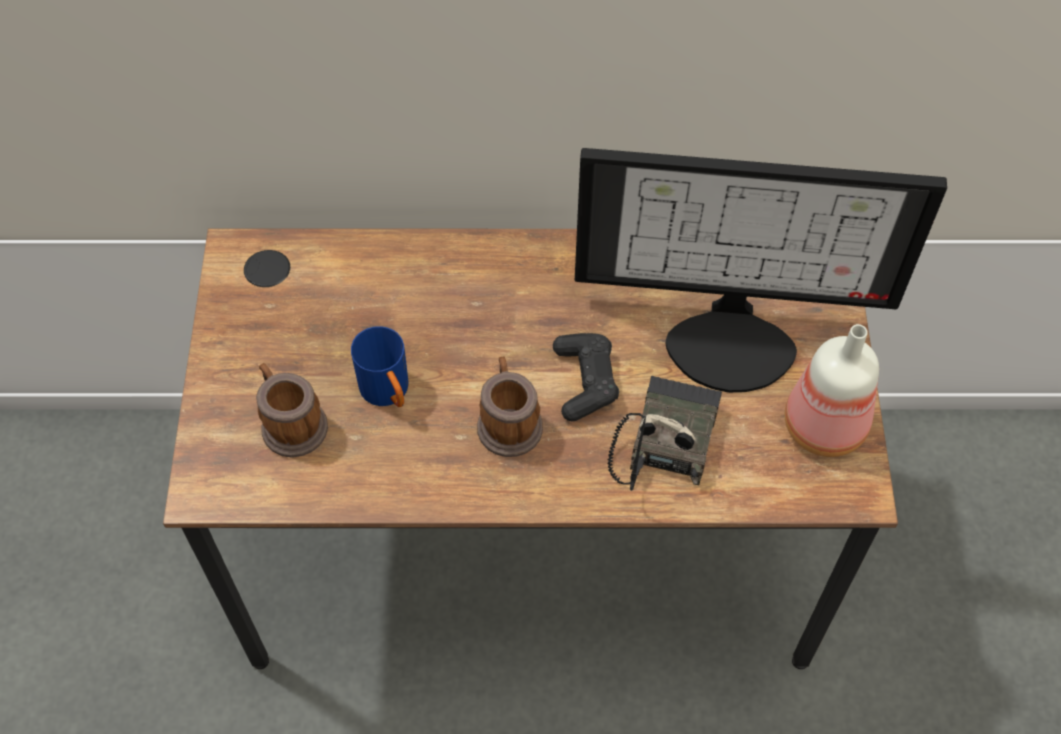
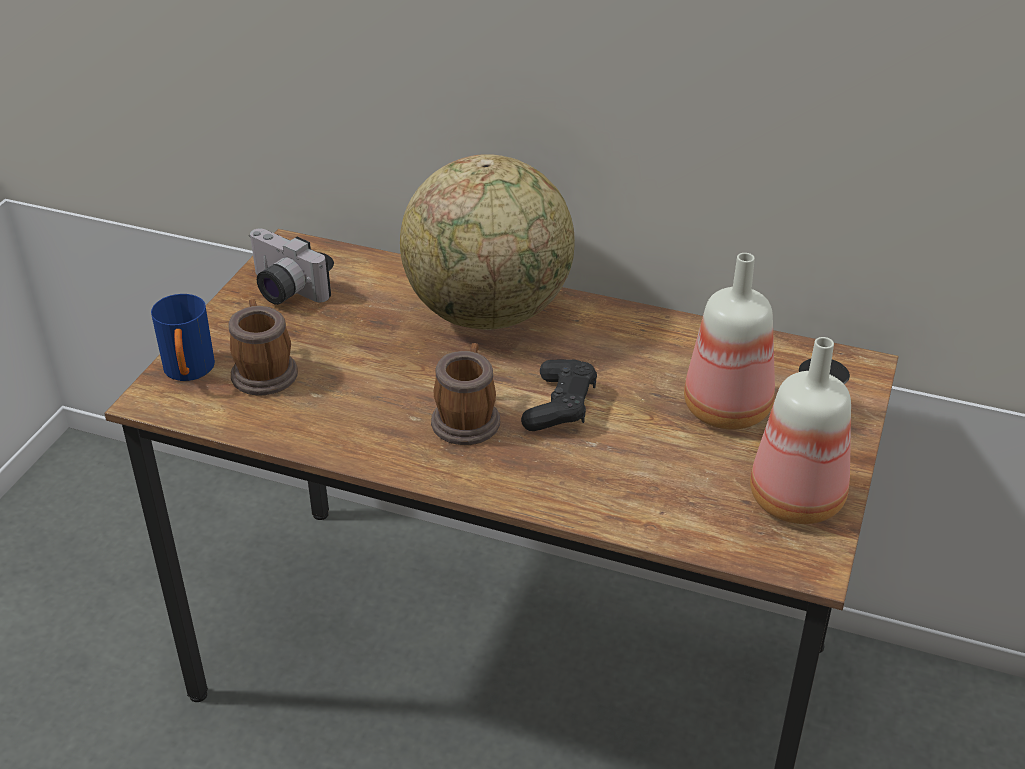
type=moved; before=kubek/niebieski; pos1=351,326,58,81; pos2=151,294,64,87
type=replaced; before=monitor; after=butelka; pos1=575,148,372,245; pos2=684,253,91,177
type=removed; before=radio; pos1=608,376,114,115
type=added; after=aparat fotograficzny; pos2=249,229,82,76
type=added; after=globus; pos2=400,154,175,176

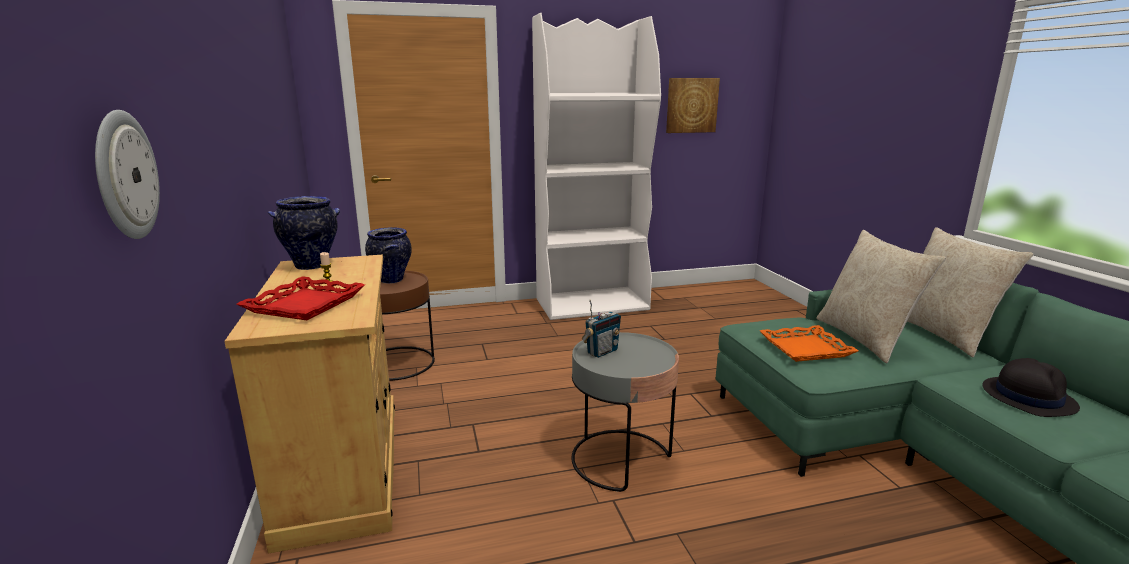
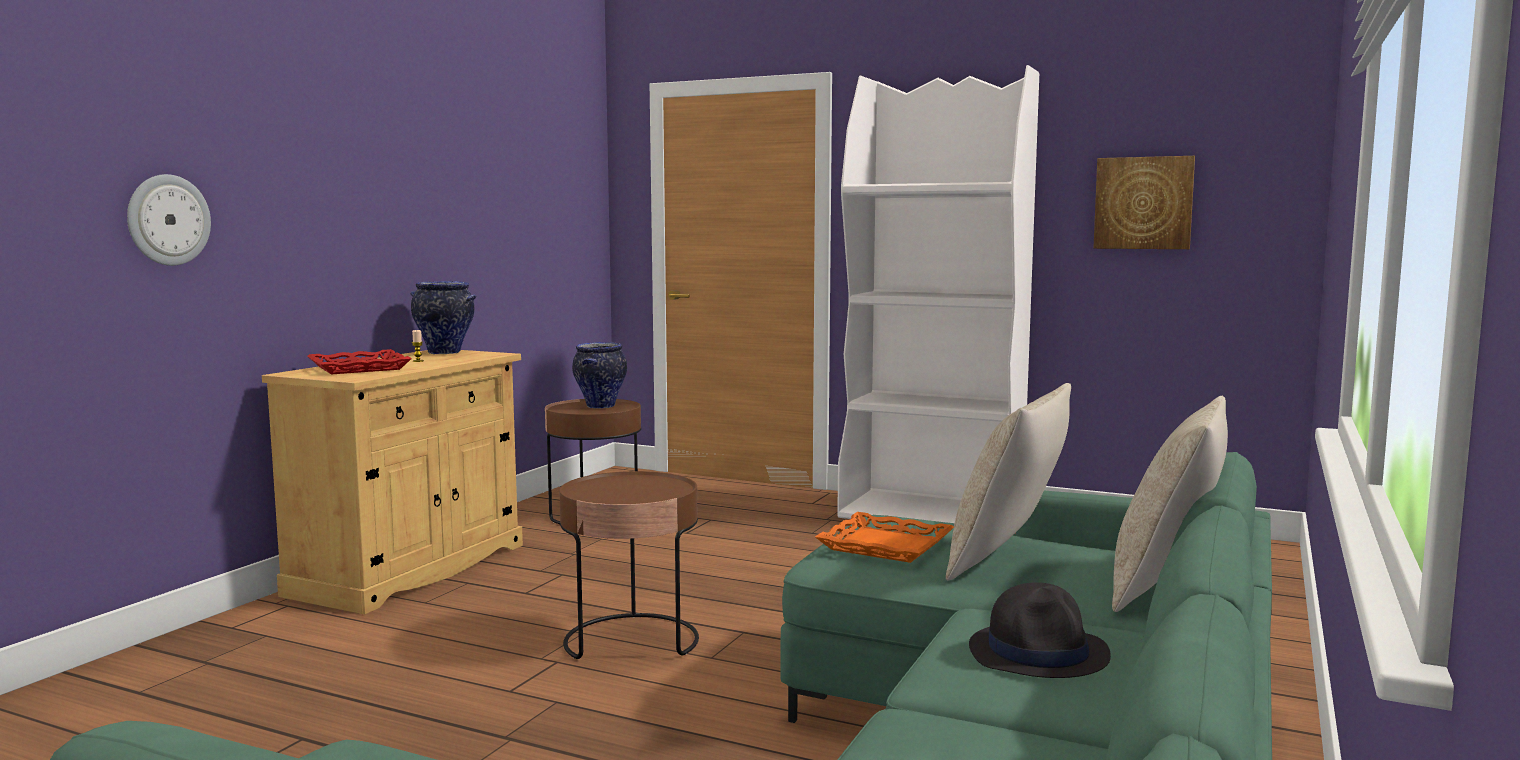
type=recoloured; before=stolik/szary; after=stolik/brązowy; pos1=571,332,108,160; pos2=560,471,139,188
type=removed; before=radio; pos1=582,300,39,58

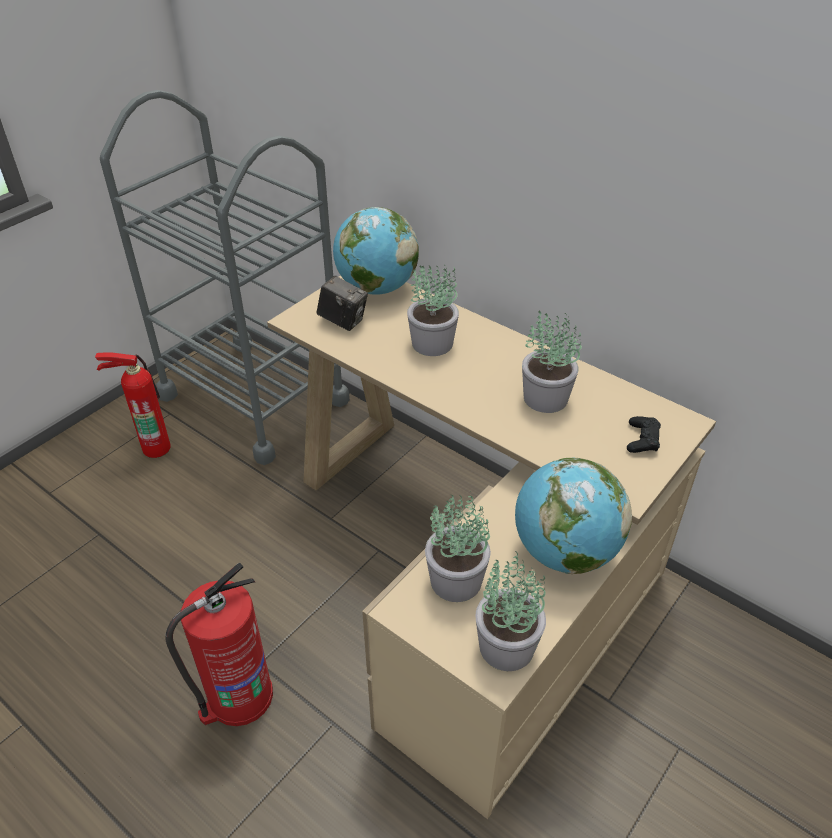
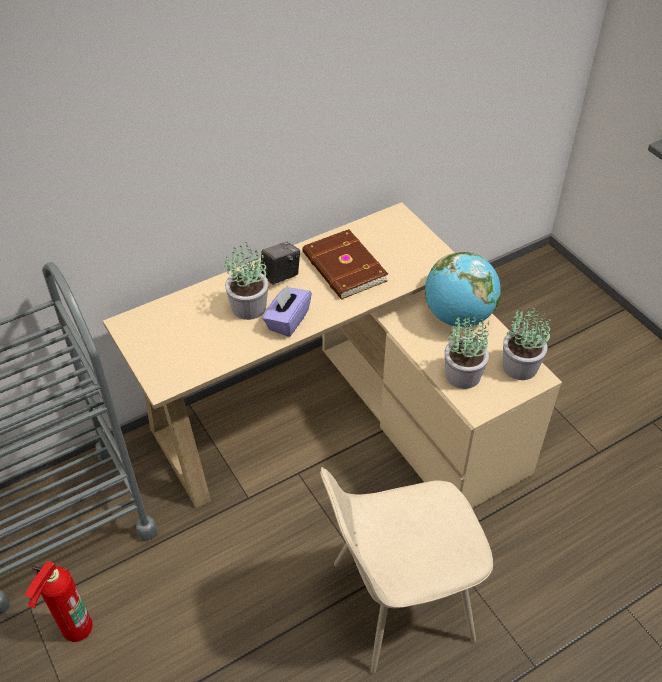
type=replaced; before=gaśnica; after=krzesło/beżowy; pos1=165,562,108,164; pos2=320,467,173,207
type=moved; before=aparat fotograficzny; pos1=316,276,52,55; pos2=260,241,40,44
type=removed; before=globus; pos1=333,207,86,88
type=replaced; before=roślina doniczkowa; after=książka/brązowy; pos1=522,311,60,102; pos2=302,229,86,70
type=removed; before=pad do gier/czarny; pos1=627,416,34,37
type=added; after=pudełko chusteczek/fioletowy; pos2=262,285,50,52

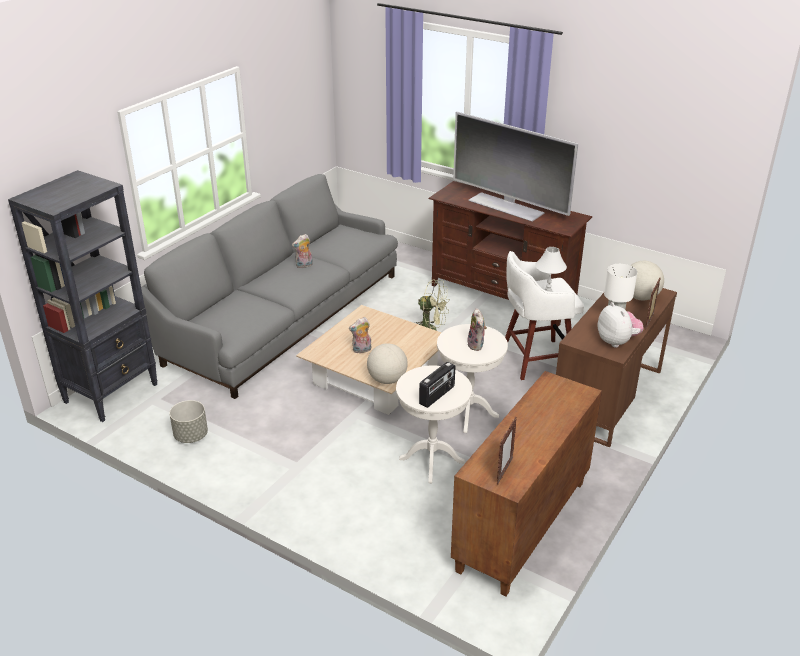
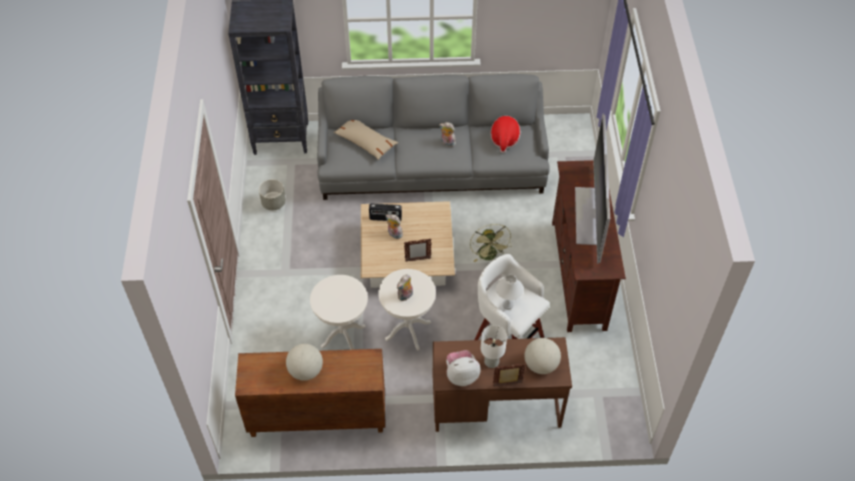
type=moved; before=globus; pos1=367,343,41,41; pos2=286,344,37,37
type=moved; before=radio; pos1=419,362,36,46; pos2=369,203,33,18
type=moved; before=ramka na zdjęcie; pos1=497,417,20,67; pos2=404,239,28,23
type=turned; before=pluszak; pos1=597,302,47,46; pos2=446,350,35,36; turn=-135
type=added; after=poduszka/beżowy; pos2=333,120,65,40
type=added; after=kapelusz; pos2=490,116,31,37

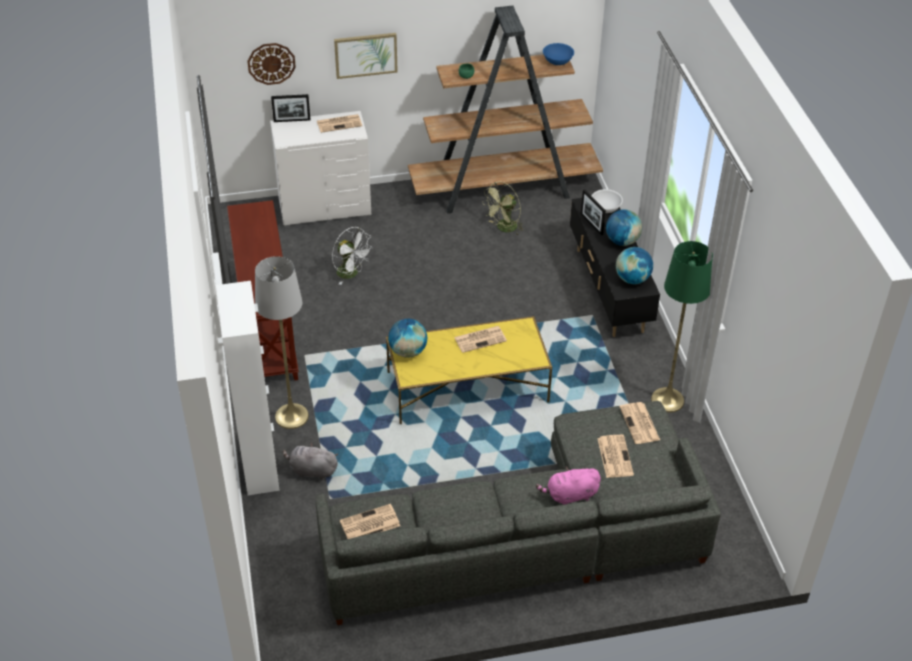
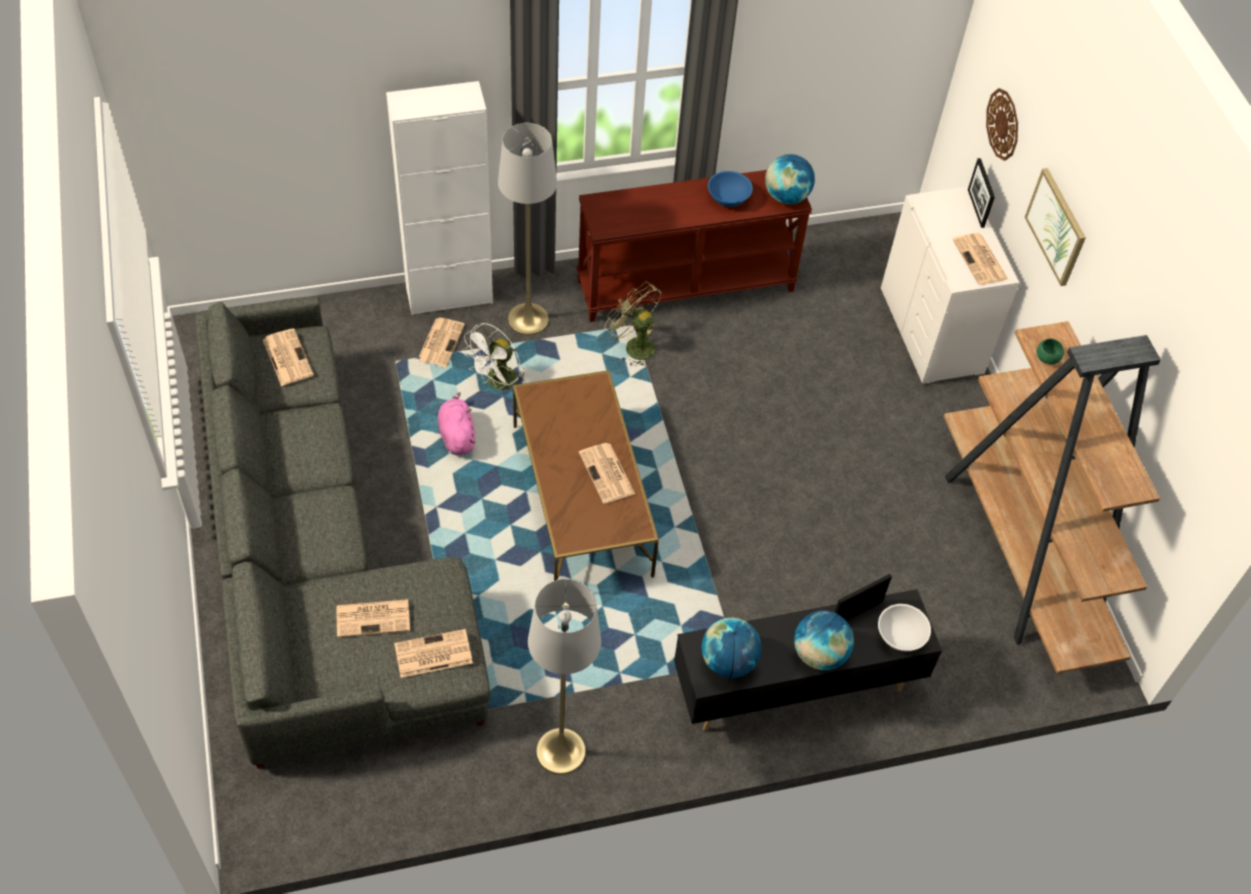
type=replaced; before=pluszak/szary; after=gazeta; pos1=283,442,55,38; pos2=419,318,46,51
type=moved; before=wentylator/biały; pos1=332,227,41,58; pos2=462,323,63,67
type=recoloured; before=ława/żółty; after=ława/brązowy; pos1=386,316,166,108; pos2=513,370,146,211
type=moved; before=globus; pos1=388,319,39,39; pos2=765,154,50,50
type=moved; before=wentylator/zielony; pos1=482,181,41,54; pos2=604,282,58,85
type=moved; before=pluszak/różowy; pos1=536,466,65,39; pos2=438,392,38,63
type=moved; before=miska/niebieski; pos1=543,43,31,22; pos2=708,171,45,36
type=recoloured; before=lampa stojąca/zielony; after=lampa stojąca/szary; pos1=651,241,62,172; pos2=528,579,73,196

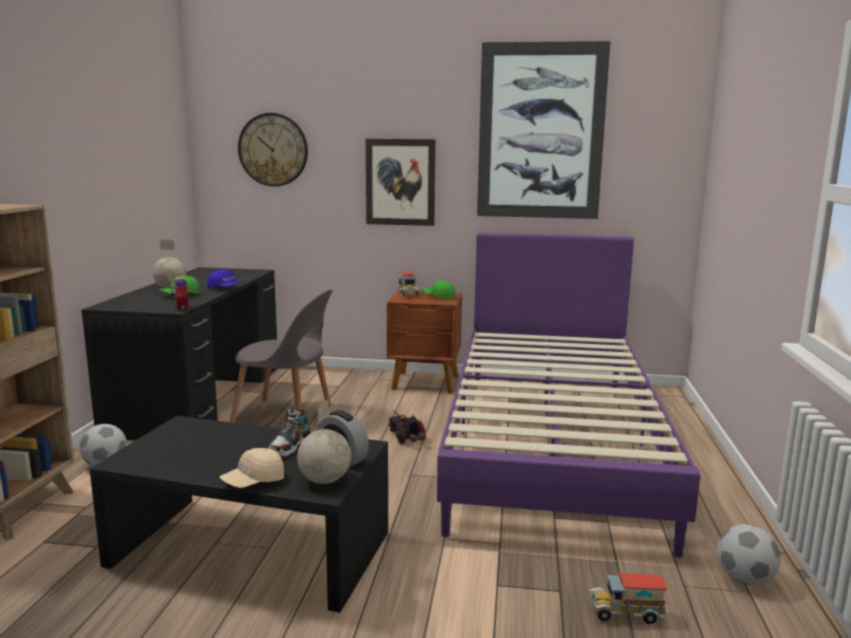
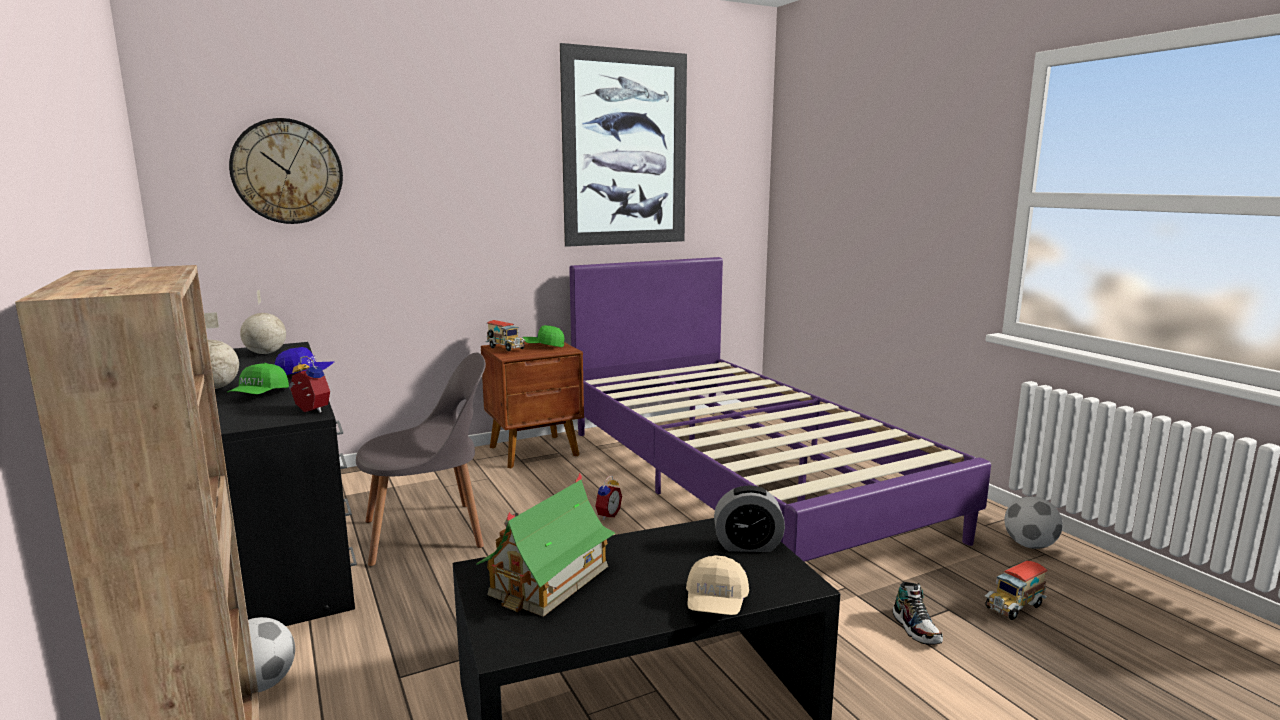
type=moved; before=but; pos1=268,408,42,49; pos2=893,582,50,63
type=moved; before=globus; pos1=297,399,54,85; pos2=240,289,46,65
type=removed; before=obraz; pos1=366,139,70,87
type=replaced; before=ciężarówka zabawkowa; after=budzik; pos1=388,411,38,33; pos2=595,476,27,44
type=added; after=domek; pos2=476,473,140,144

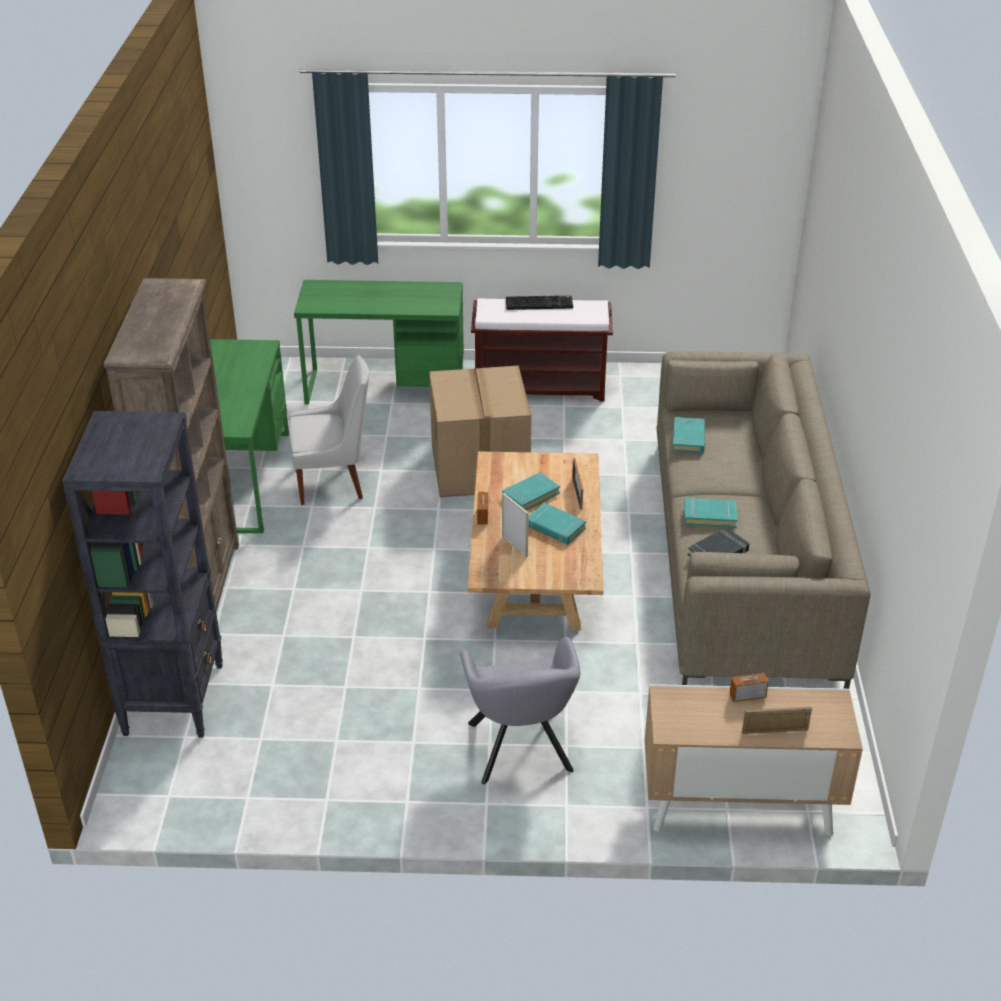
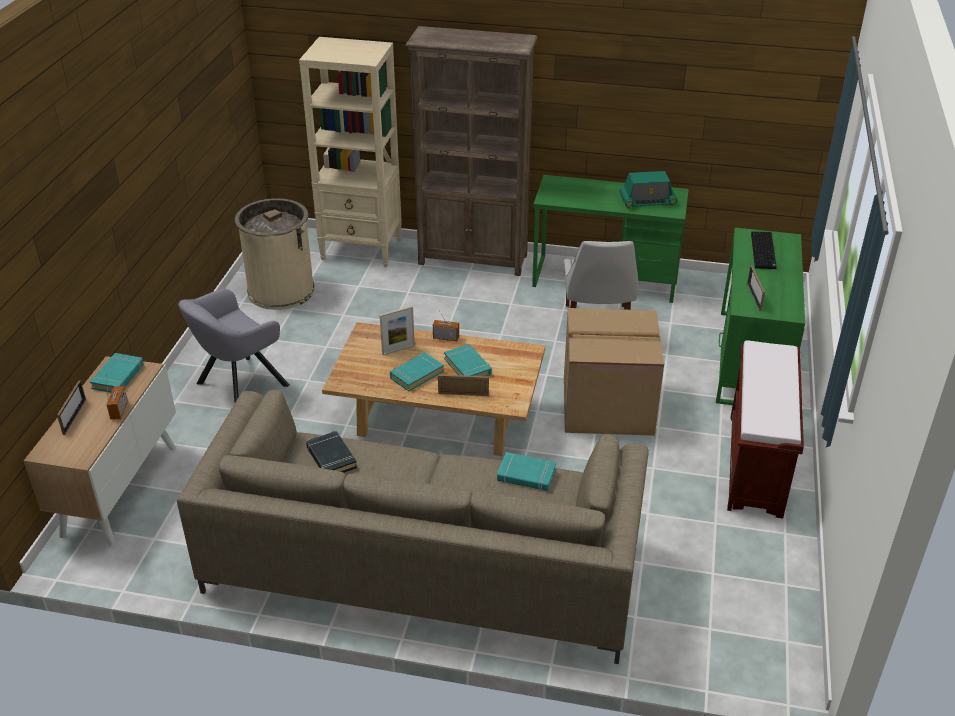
type=recoloured; before=regał/czarny; after=regał/beżowy; pos1=62,411,161,327; pos2=299,37,103,230
type=turned; before=fotel/szary; pos1=460,637,120,147; pos2=178,289,112,114; turn=-45
type=moved; before=klawiatura; pos1=506,296,67,14; pos2=751,231,25,38
type=moved; before=książka/turkusowy; pos1=684,497,53,31; pos2=90,353,54,39
type=added; after=kosz na śmieci/beżowy; pos2=235,198,80,112
type=added; after=radio; pos2=619,171,58,37
type=added; after=ramka na zdjęcie; pos2=747,265,18,46

